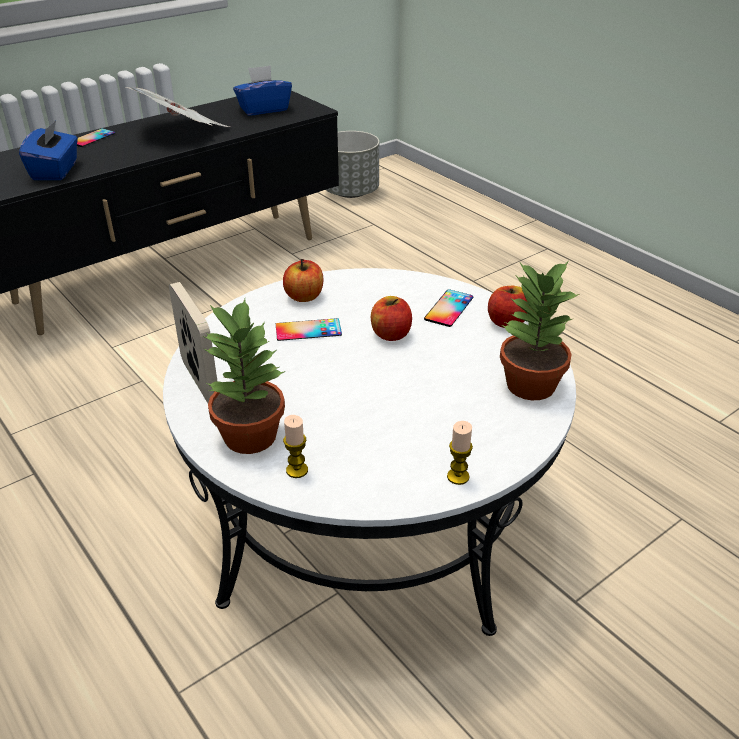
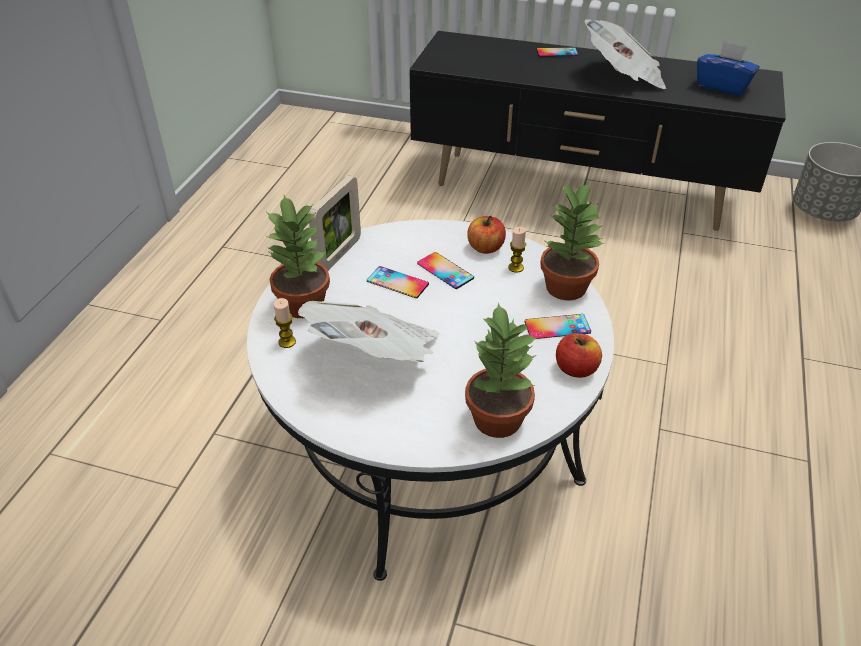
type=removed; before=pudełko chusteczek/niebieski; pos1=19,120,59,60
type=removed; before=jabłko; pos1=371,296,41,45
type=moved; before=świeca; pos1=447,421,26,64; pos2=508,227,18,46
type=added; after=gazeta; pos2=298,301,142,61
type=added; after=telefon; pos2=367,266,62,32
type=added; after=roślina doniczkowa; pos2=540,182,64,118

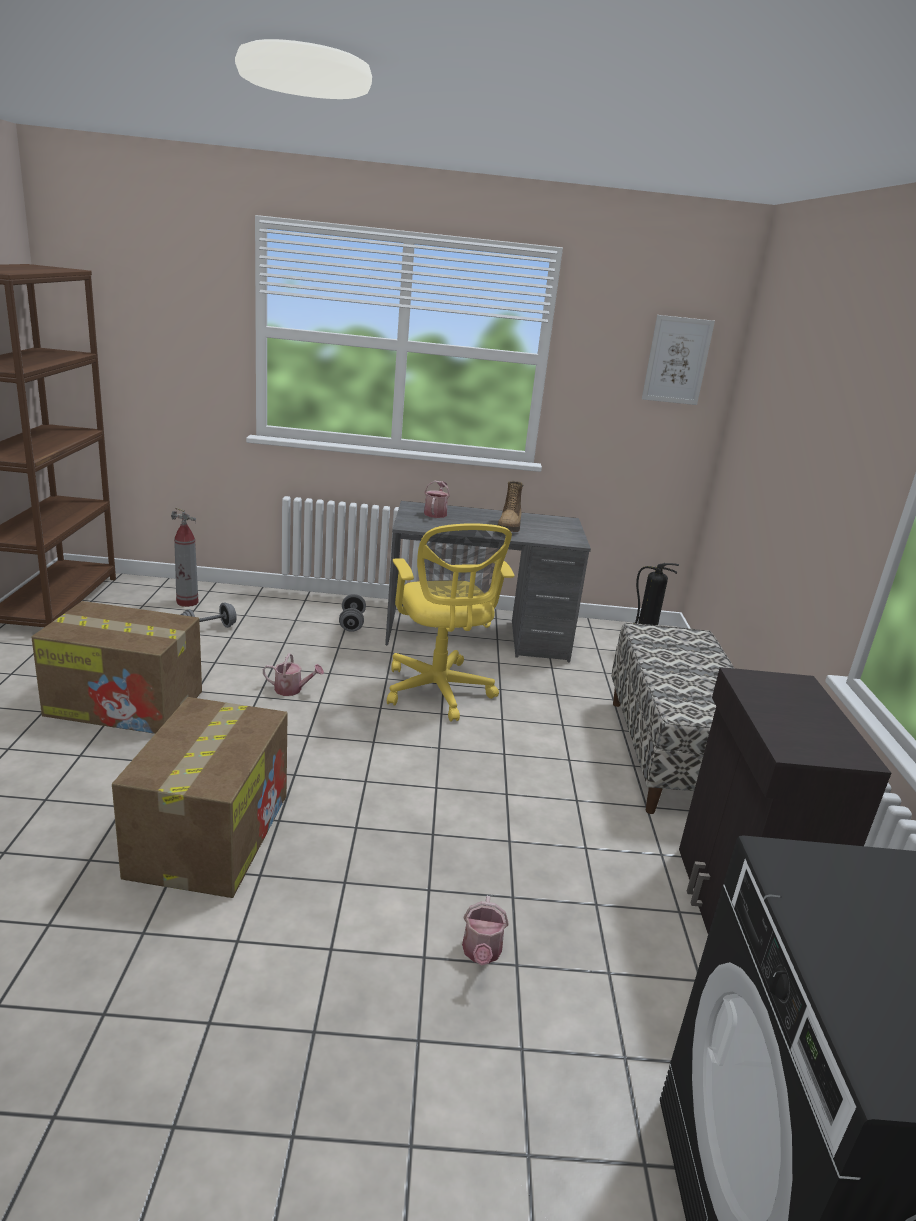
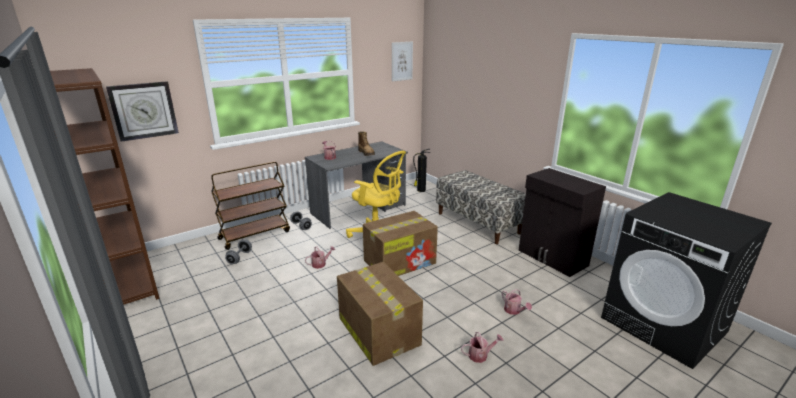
type=moved; before=karton; pos1=31,601,171,133; pos2=363,211,75,65
type=removed; before=gaśnica; pos1=171,507,28,100
type=added; after=zegar ścienny; pos2=106,81,73,61
type=added; after=wózek/brązowy; pos2=211,162,79,88
type=added; after=konewka; pos2=461,332,43,31

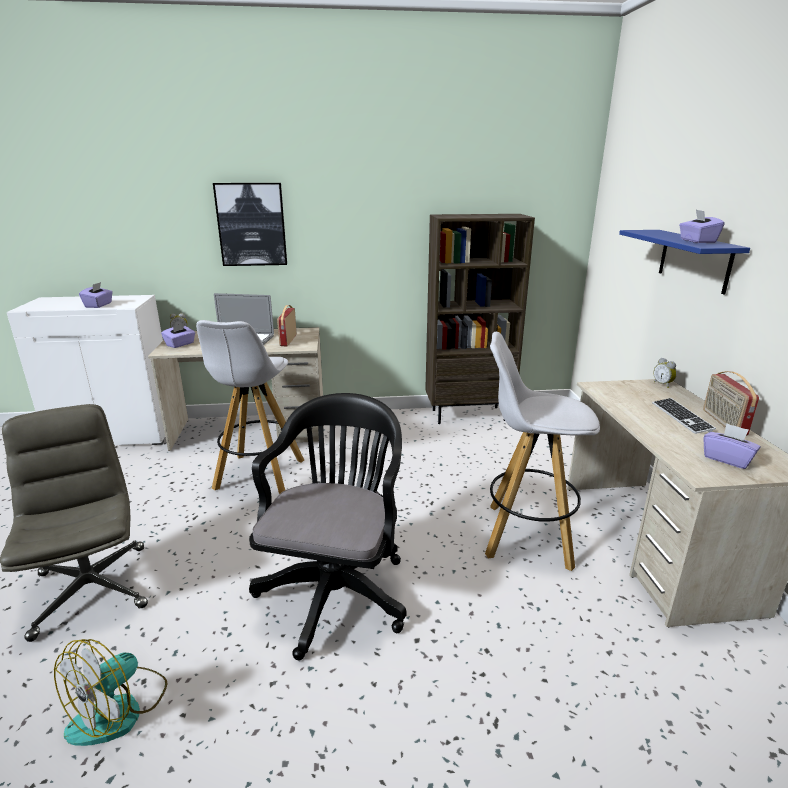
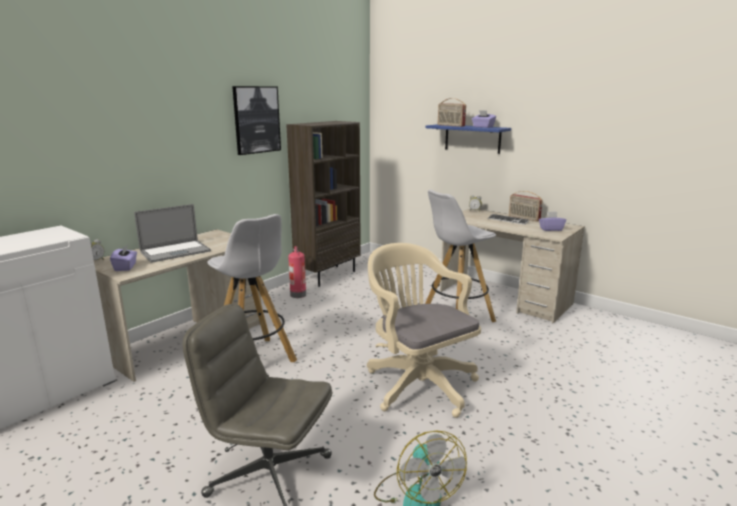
type=removed; before=pudełko chusteczek/fioletowy; pos1=79,282,34,26
type=moved; before=obraz; pos1=213,183,74,83; pos2=232,86,49,69
type=recoloured; before=krzesło biurowe/czarny; after=krzesło biurowe/beżowy; pos1=249,393,158,267; pos2=367,243,114,175
type=moved; before=radio; pos1=277,305,20,41; pos2=438,98,28,29
type=added; after=gaśnica; pos2=288,246,18,52

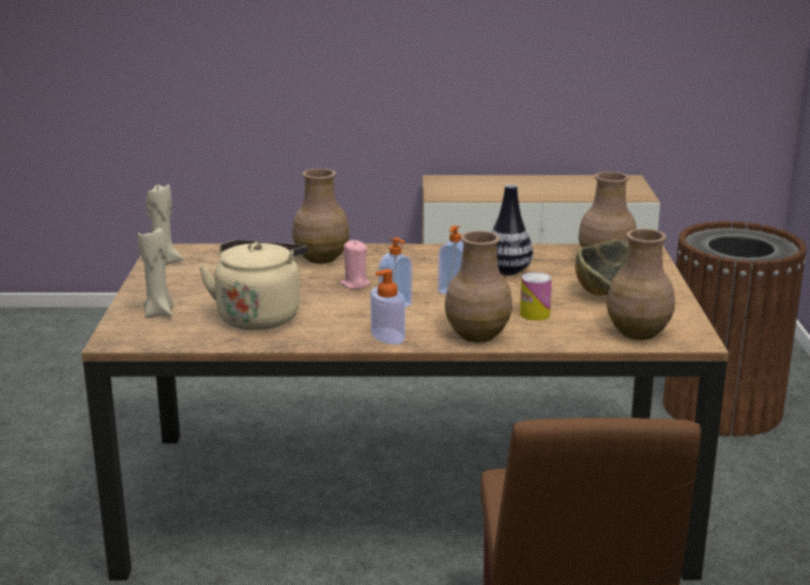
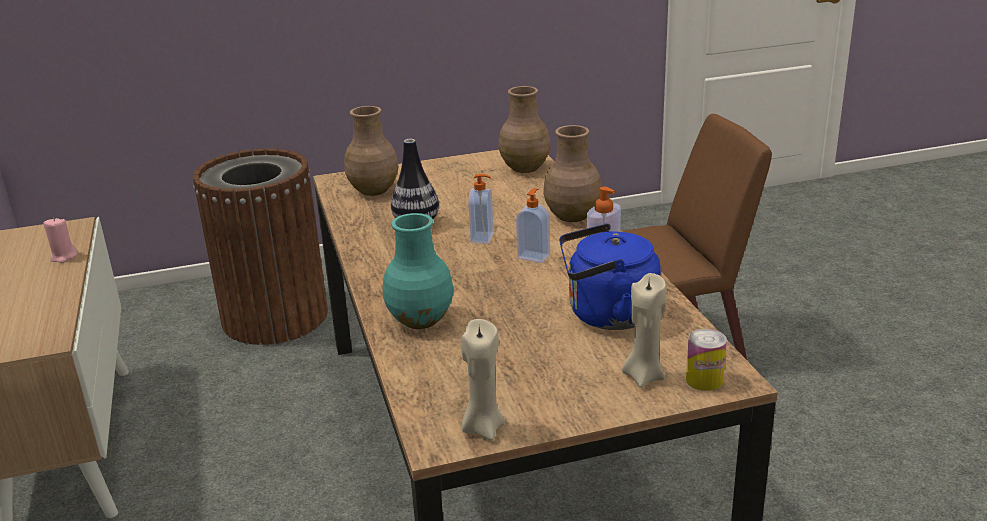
type=recoloured; before=czajnik/beżowy; after=czajnik/niebieski; pos1=199,240,108,90; pos2=559,224,102,106
type=recoloured; before=wazon/brązowy; after=wazon/turkusowy; pos1=292,168,58,96; pos2=383,213,71,116
type=moved; before=świeca/różowy; pos1=340,240,30,49; pos2=44,218,34,45
type=moved; before=puszka; pos1=520,272,32,49; pos2=686,329,41,62
type=removed; before=miska; pos1=575,239,54,57

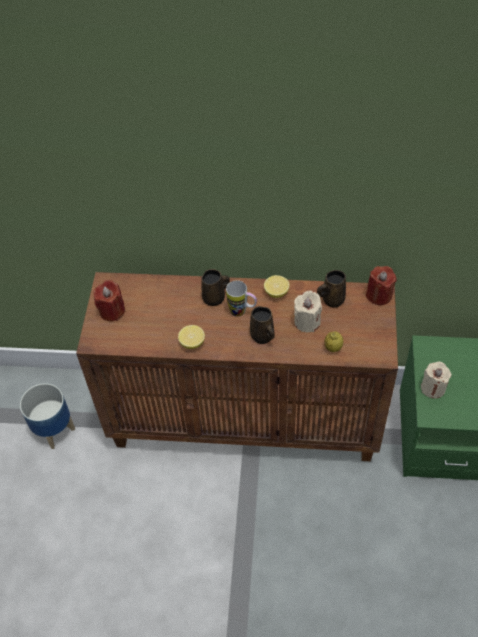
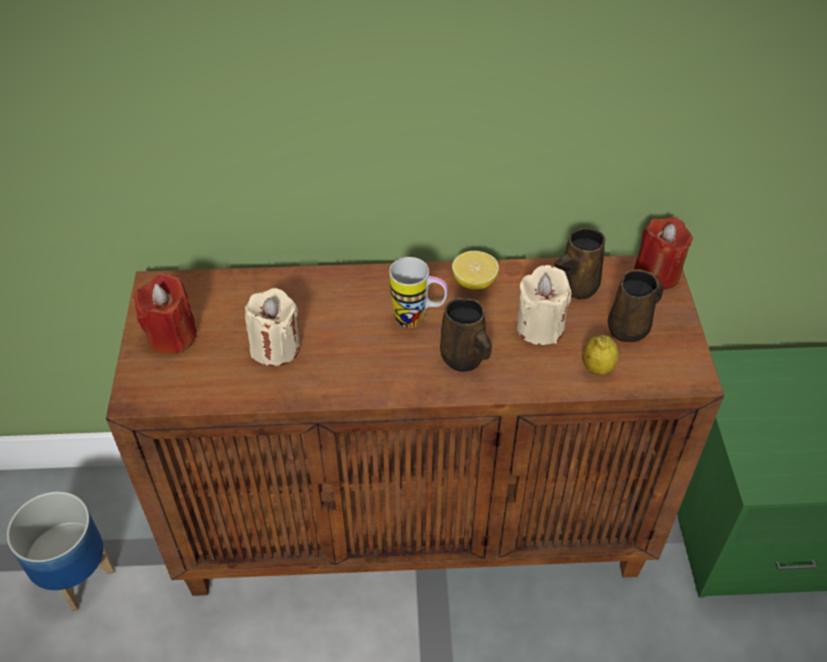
type=removed; before=cytryna; pos1=178,325,27,24
type=moved; before=kubek/brązowy; pos1=201,269,29,37; pos2=608,270,56,72
type=moved; before=świeca/beżowy; pos1=421,362,31,36; pos2=245,288,55,78

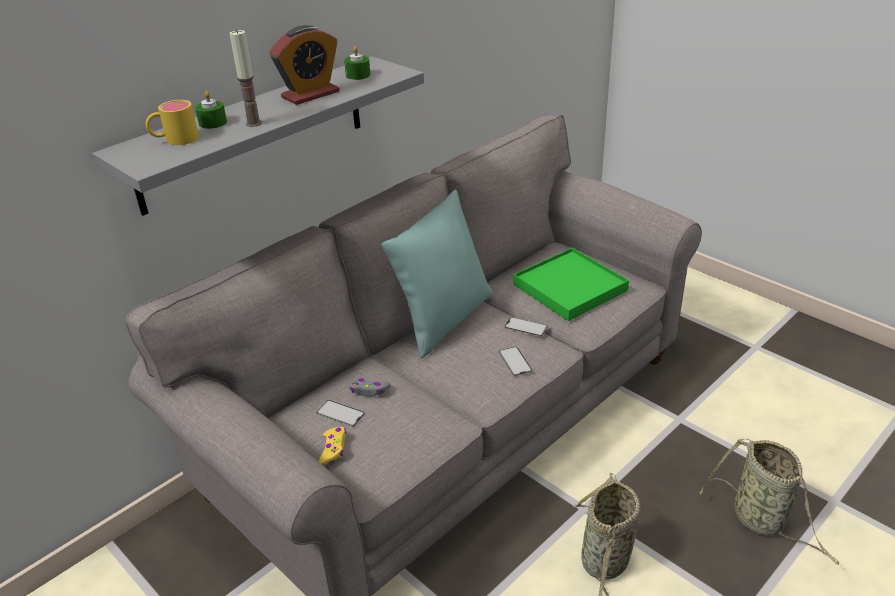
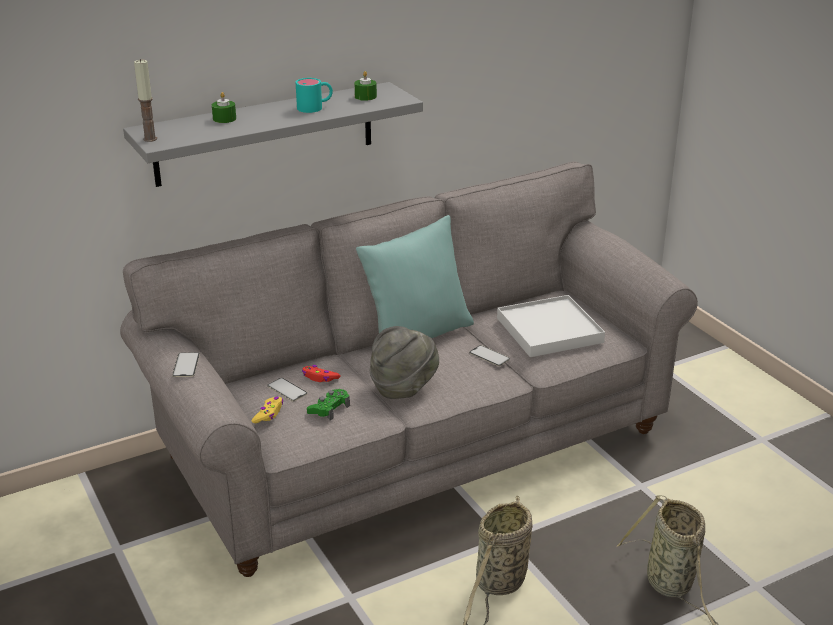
type=removed; before=kubek/żółty; pos1=145,100,54,45
type=moved; before=świeca; pos1=230,29,32,98; pos2=134,59,23,83
type=replaced; before=budzik; after=kubek/turkusowy; pos1=270,25,70,80; pos2=296,78,37,35
type=recoloured; before=pad do gier/szary; after=pad do gier/czerwony; pos1=349,378,42,18; pos2=302,365,39,17
type=moved; before=telefon; pos1=498,347,34,29; pos2=172,352,28,25
type=recoloured; before=taca/zielony; after=taca/biały; pos1=513,248,116,73; pos2=497,295,108,62
type=added; after=pad do gier/zielony; pos2=307,389,43,32
type=added; after=kapelusz/szary; pos2=370,326,69,73

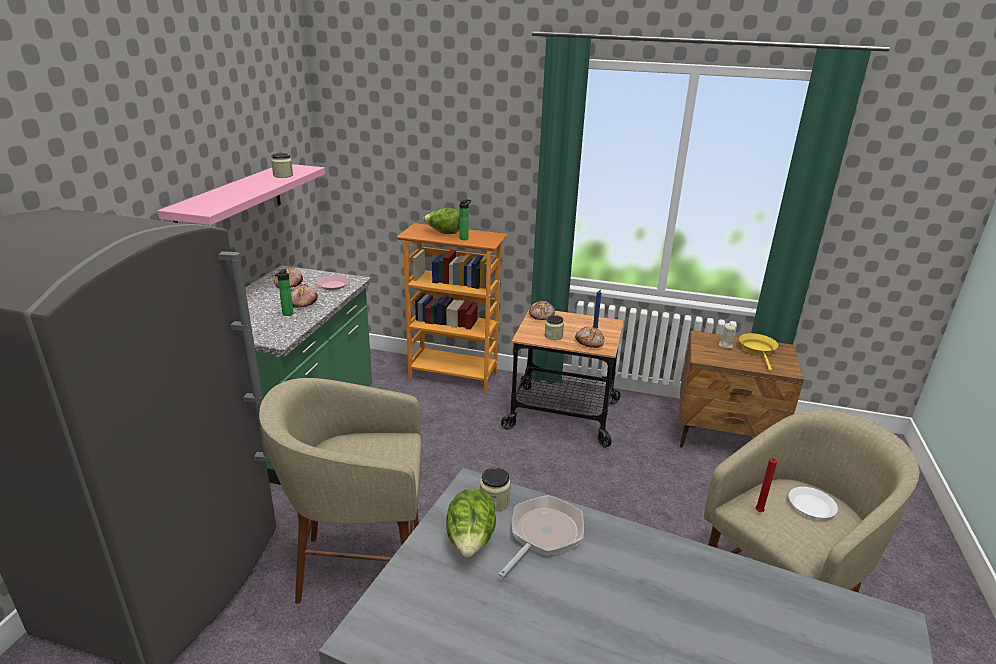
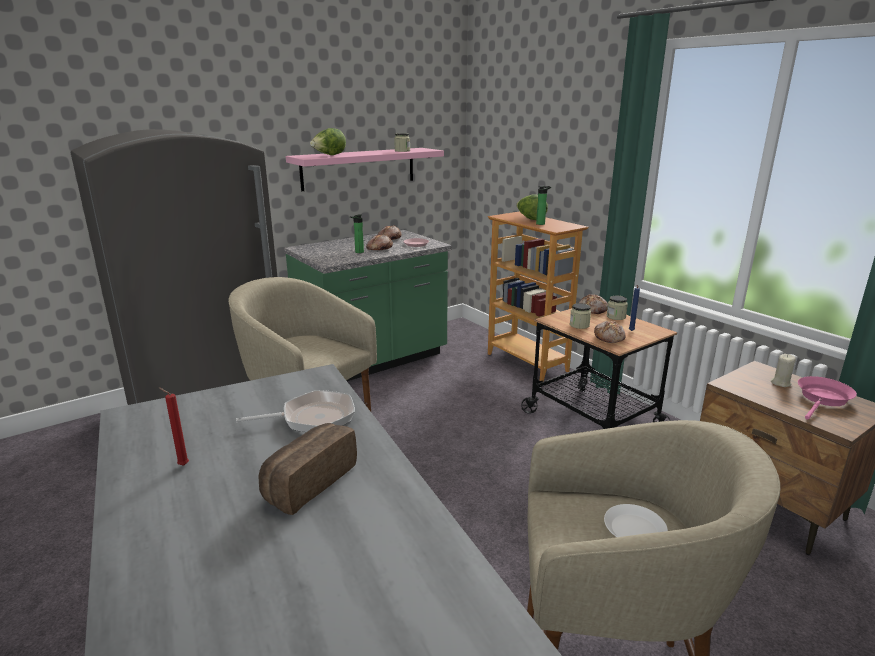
type=moved; before=sałata; pos1=446,489,50,68; pos2=310,128,36,27
type=moved; before=słoik; pos1=480,467,31,44; pos2=607,296,21,24
type=recoloured; before=patelnia/żółty; after=patelnia/różowy; pos1=739,333,39,39; pos2=798,376,59,43
type=moved; before=świeca/czerwony; pos1=755,457,22,55; pos2=159,388,30,78
type=added; after=chleb; pos2=258,423,99,92

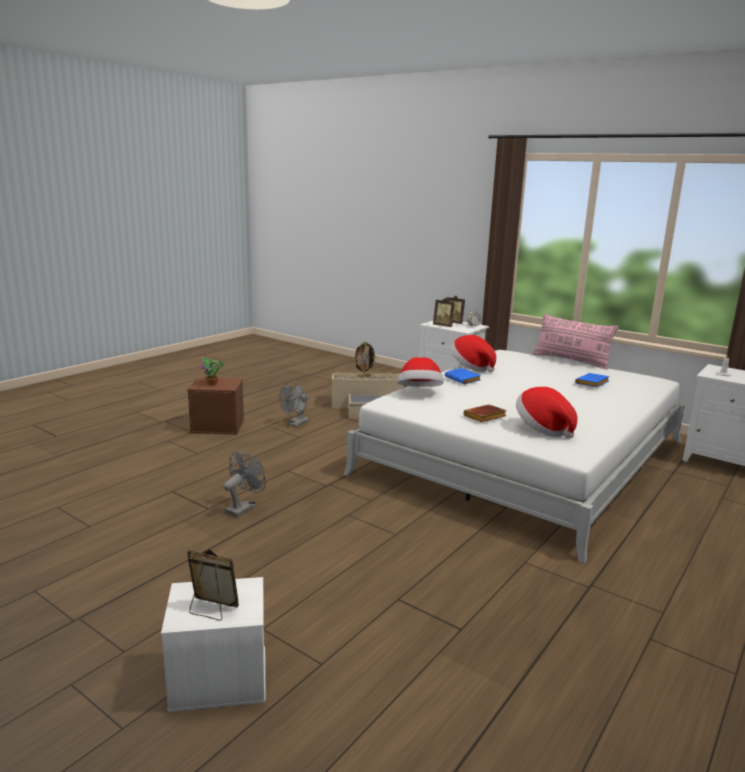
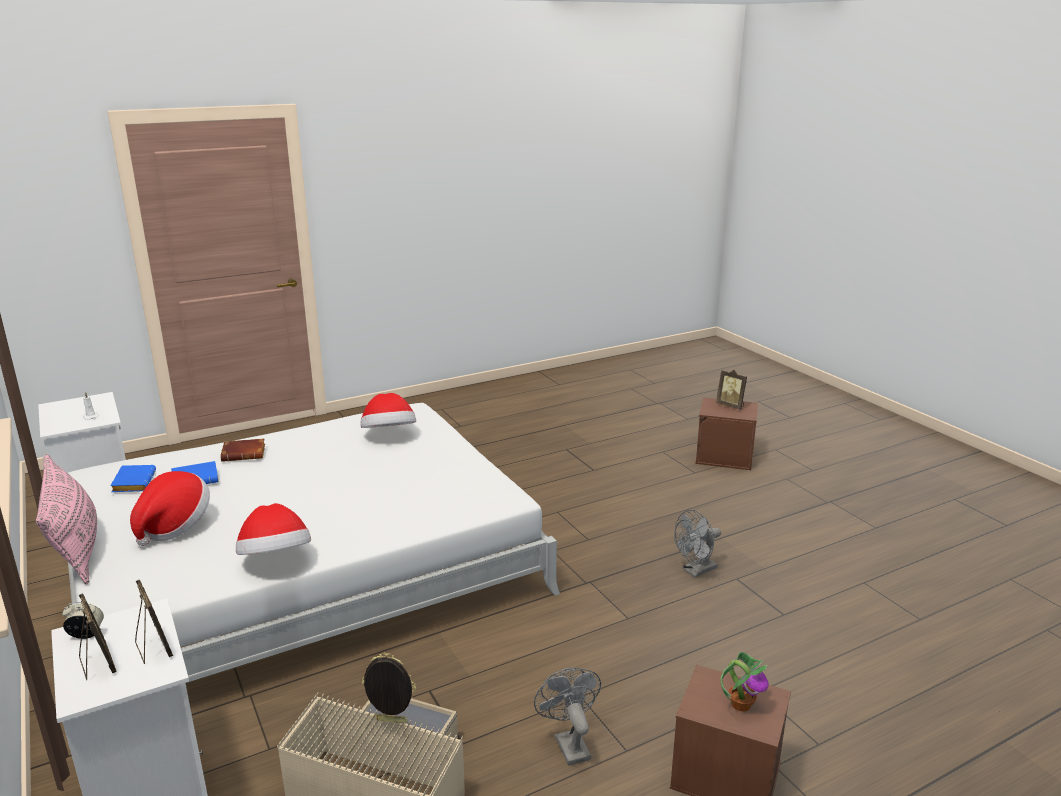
type=recoloured; before=pojemnik do przechowywania/biały; after=pojemnik do przechowywania/brązowy; pos1=161,577,105,135; pos2=695,397,63,73
type=turned; before=wentylator/szary; pos1=279,381,30,46; pos2=534,668,67,98; turn=-75
type=moved; before=kapelusz; pos1=398,357,46,30; pos2=130,471,80,75
type=moved; before=książka/niebieski; pos1=445,368,36,16; pos2=110,465,46,27
type=moved; before=książka/brązowy; pos1=464,404,43,18; pos2=220,438,45,24

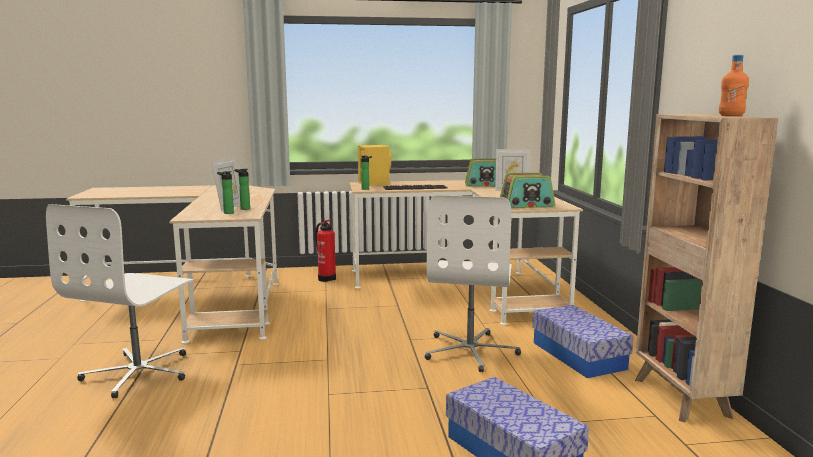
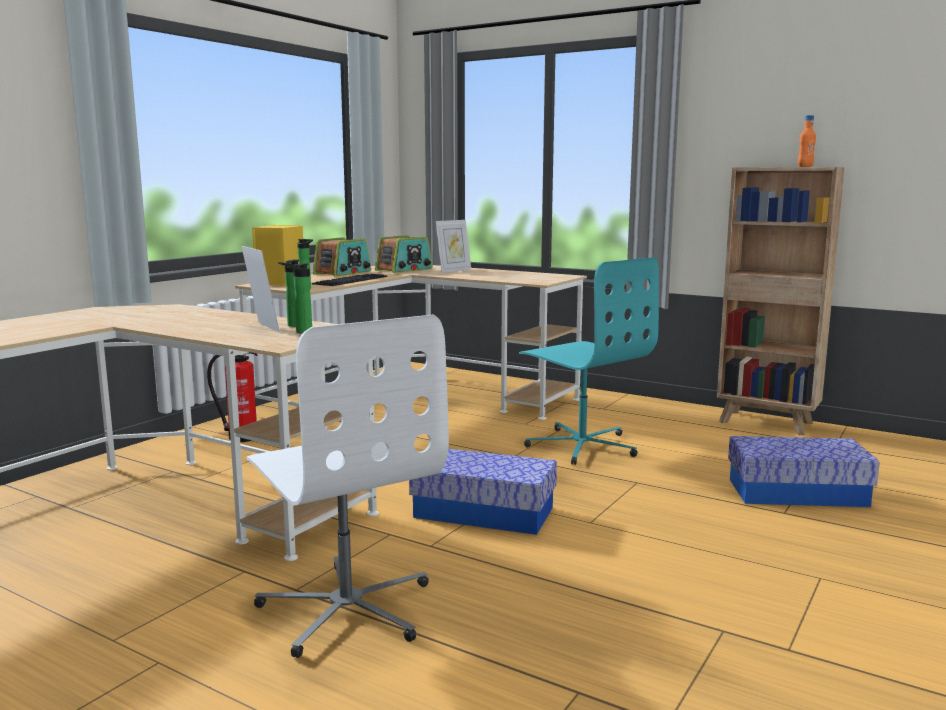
type=recoloured; before=krzesło biurowe/biały; after=krzesło biurowe/turkusowy; pos1=425,195,96,177; pos2=519,257,140,208
type=moved; before=radio; pos1=500,172,55,36; pos2=313,237,58,40
type=moved; before=pojemnik do przechowywania; pos1=532,305,102,73; pos2=409,449,148,86

